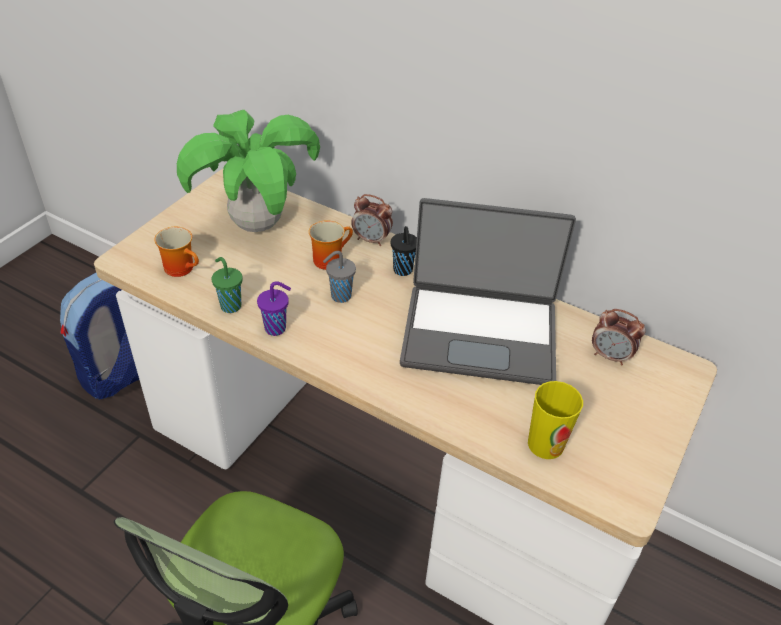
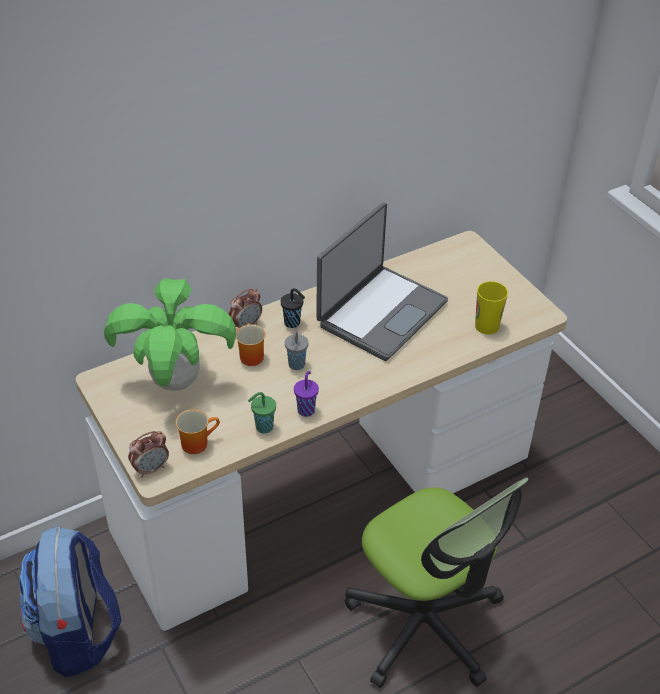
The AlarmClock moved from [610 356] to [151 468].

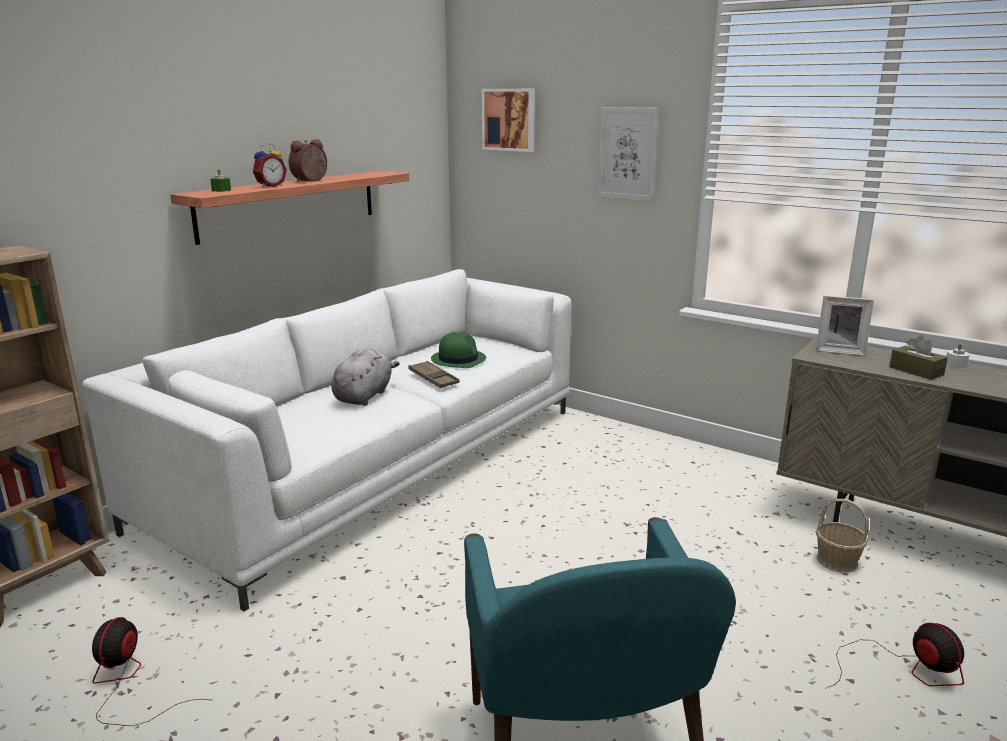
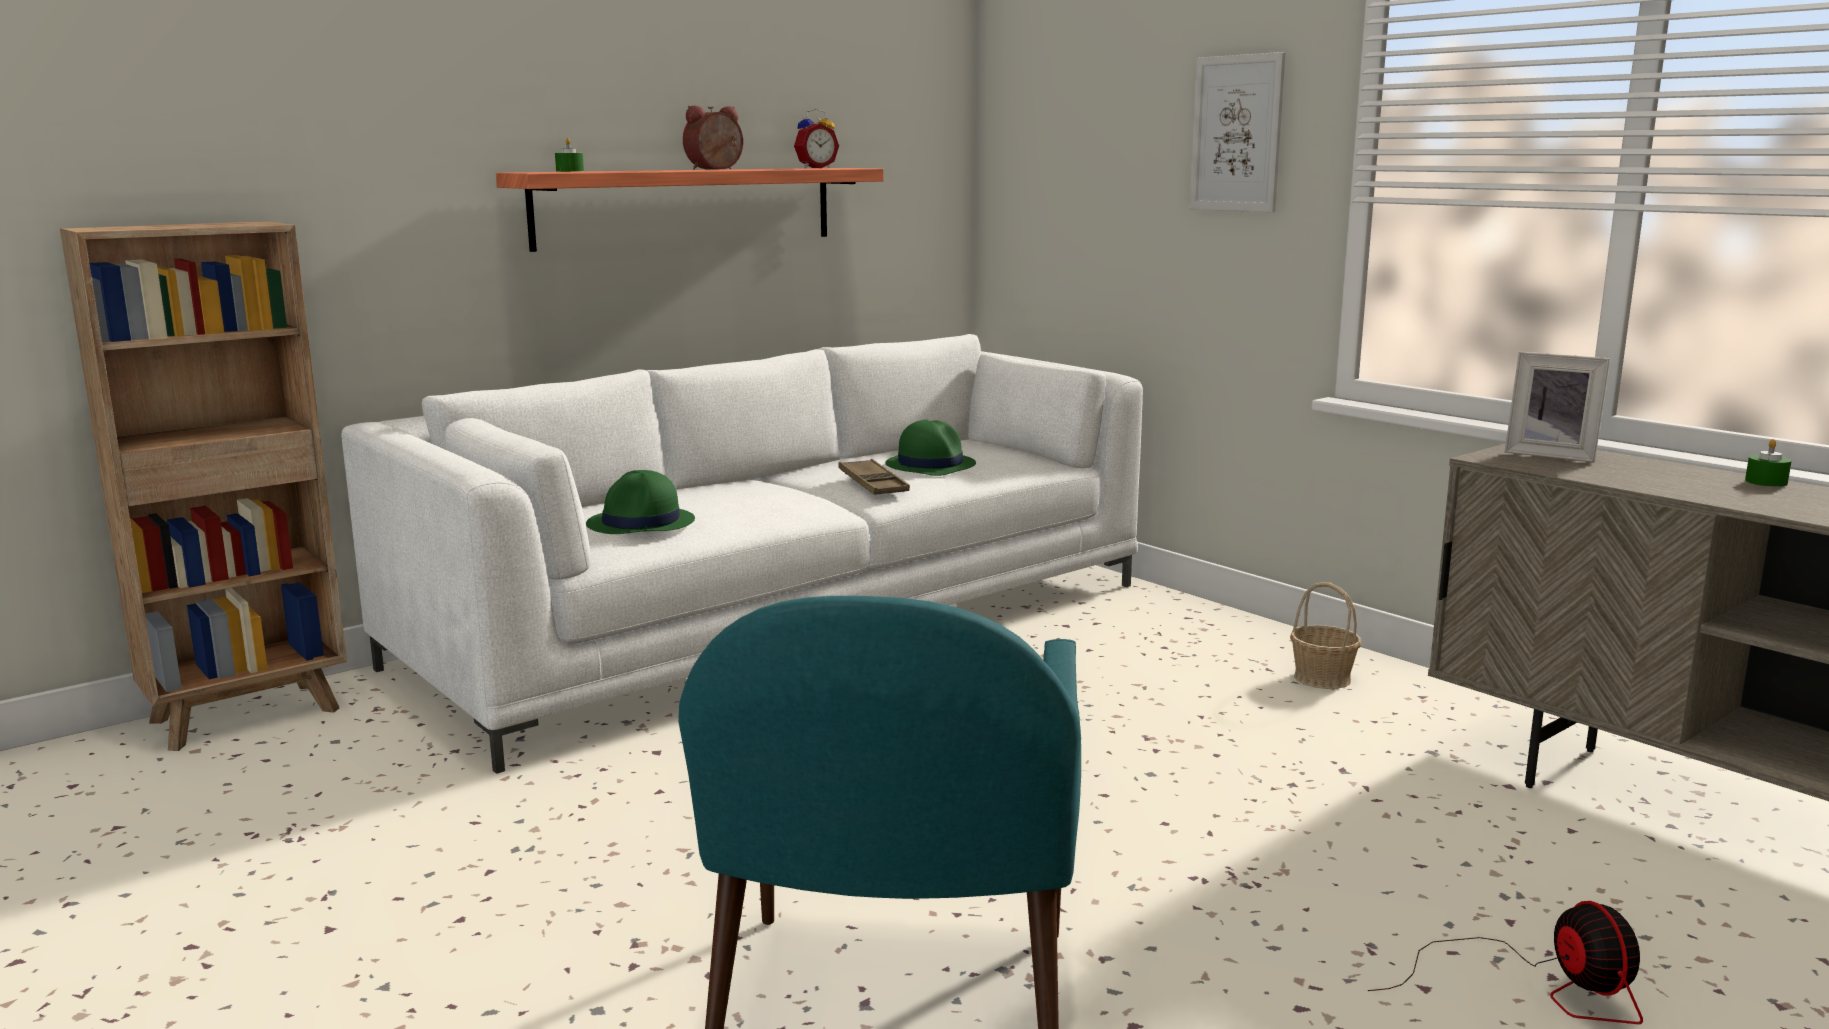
The Fan at [128 683] disappeared.
The GreyPlushToy at [364 396] disappeared.
The Picture at [509 119] disappeared.
The BrownTissueBox at [916 371] disappeared.
The GreenHat at [641 524] appeared.
The AlarmClock moved from [269 186] to [815 168].
The Basket moved from [836 561] to [1322 678].
The WhiteCandle at [955 365] became the GreenCandle at [1766 482].

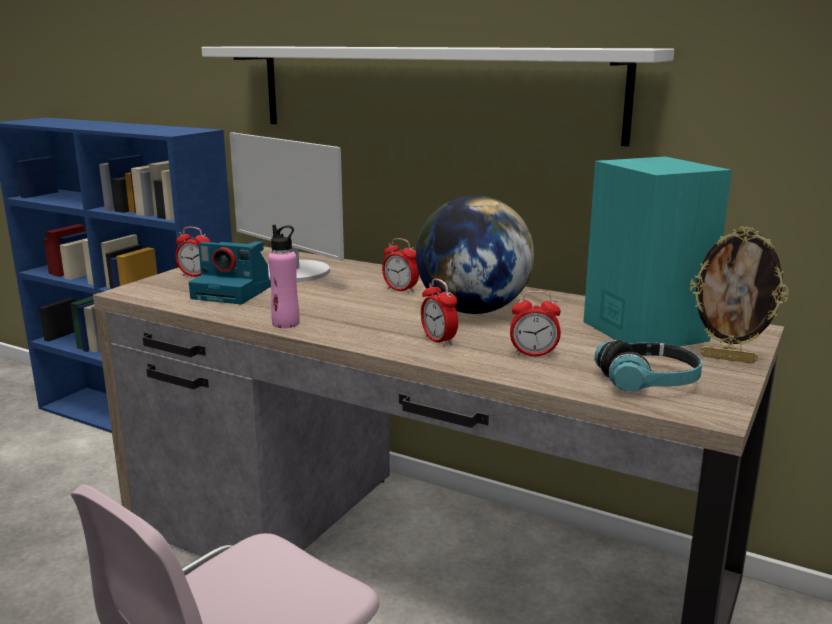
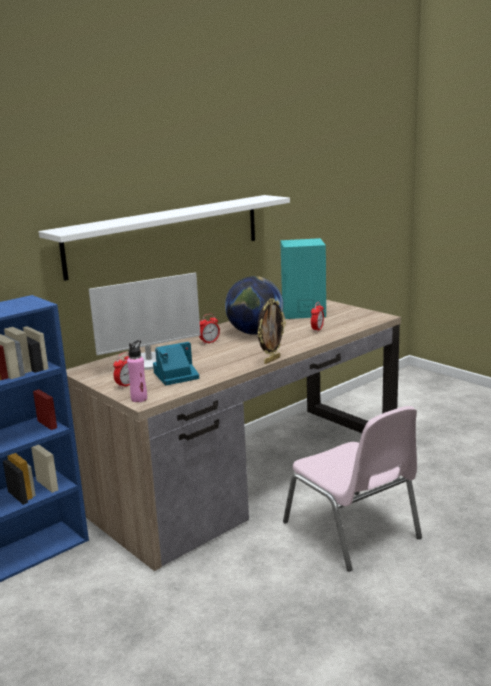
The AlarmClock at [438 340] disappeared.
The Headphones at [648 382] disappeared.
The PinkBottle moved from [286 323] to [139 399].
The PictureFrame moved from [728 358] to [271 360].
The PhotoCamera at [234 292] turned 150 degrees counterclockwise.

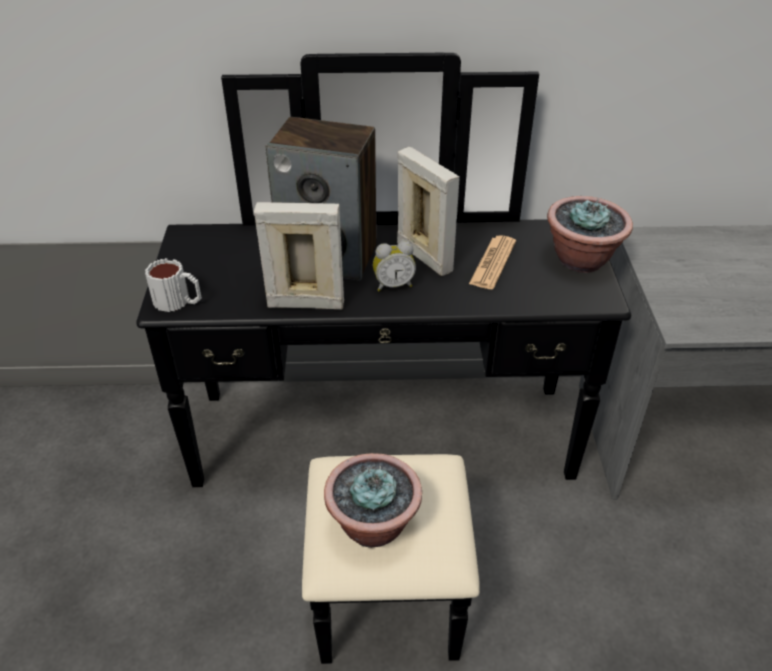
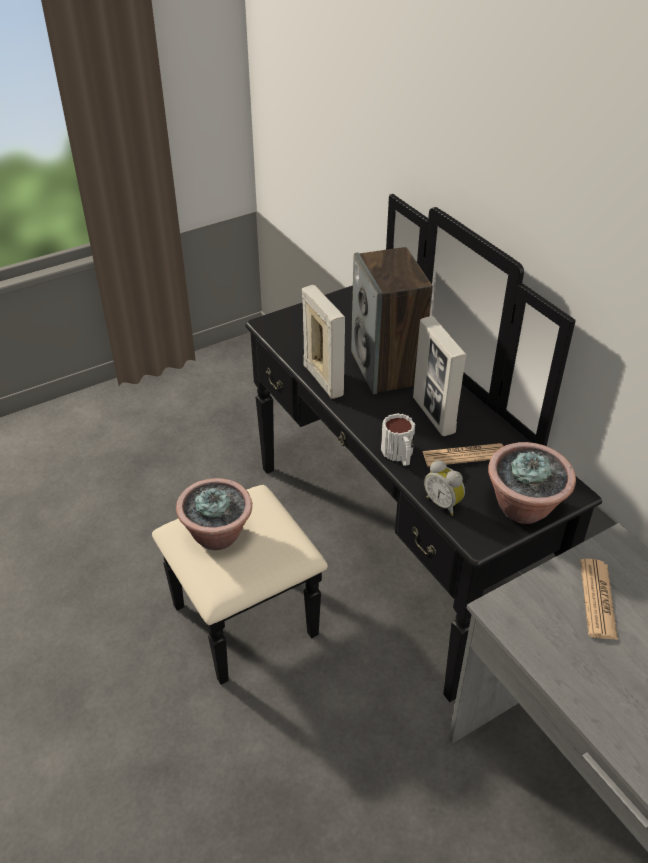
The Newspaper at [597 599] appeared.
The Mug moved from [178 301] to [399 455].
The AlarmClock moved from [393 285] to [443 503].
The PictureFrame at [424 257] turned 135 degrees clockwise.

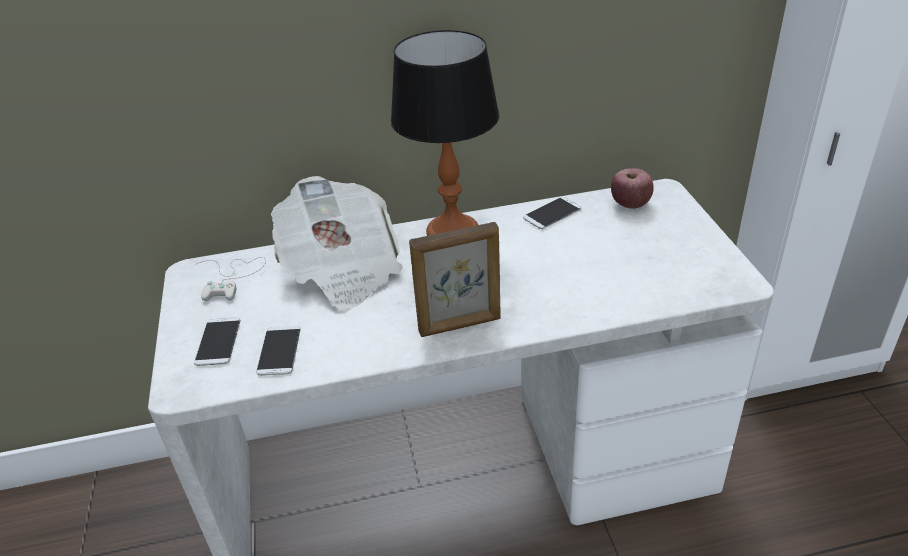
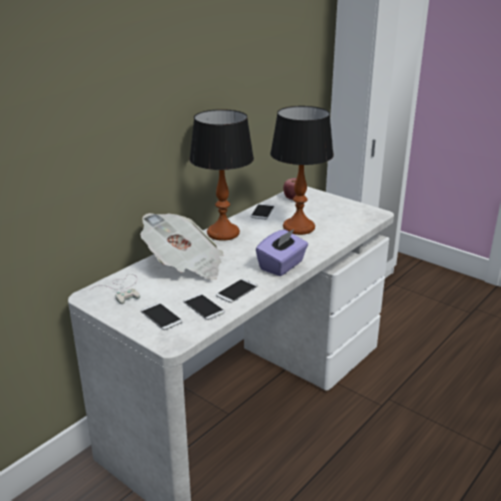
The Phone at [237 291] appeared.
The TableLamp at [298 228] appeared.
The PictureFrame at [460 325] was replaced by the PurpleTissueBox at [282 265].

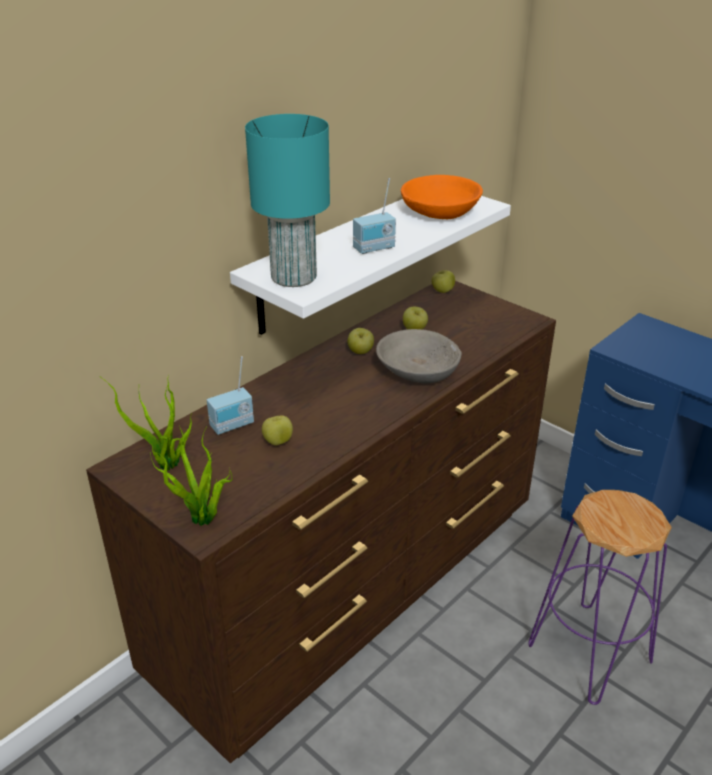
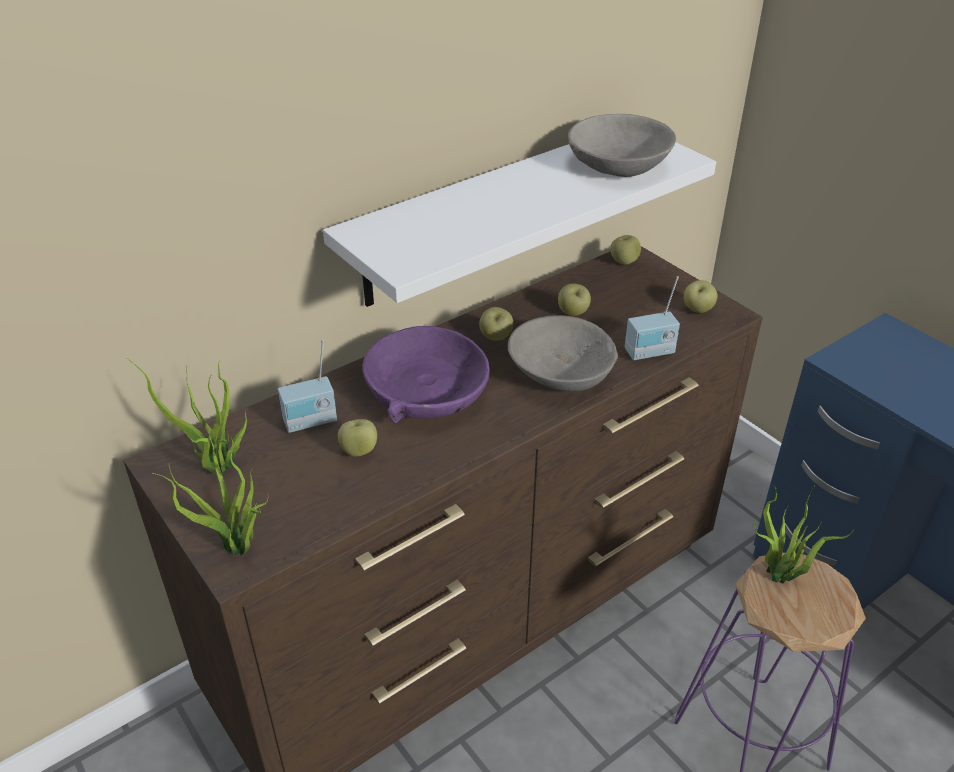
The TurquoiseTableLamp at [294 277] disappeared.
The PurpleBowl at [427 390] appeared.
The Apple at [697 310] appeared.
The PottedPlant at [781 577] appeared.
The Radio moved from [374 249] to [650 353].
The OrangeBowl at [440 212] became the GreyBowl at [618 165].

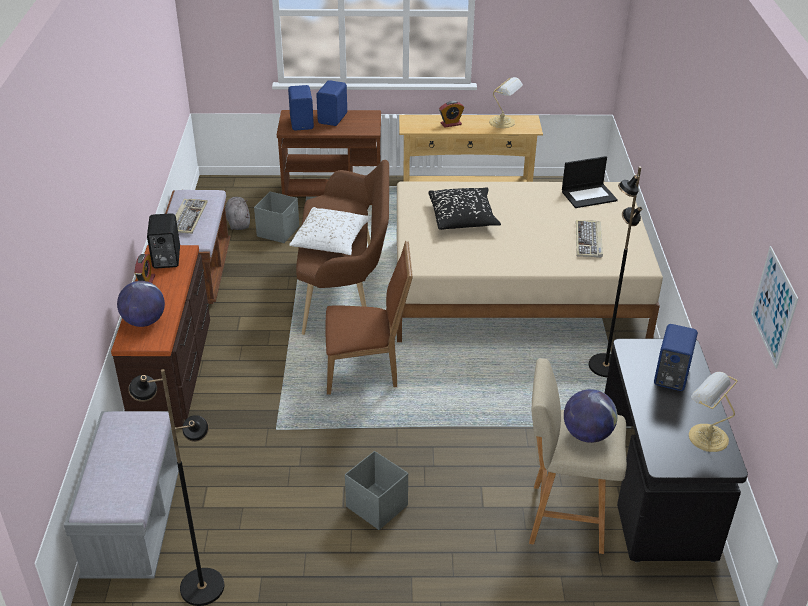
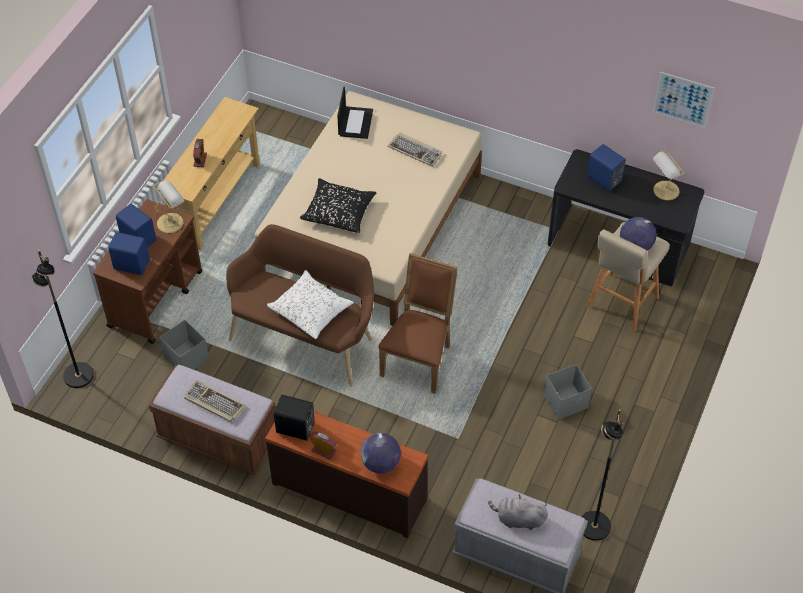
The GreyPlushToy moved from [238 222] to [518 519].
The TableLamp moved from [503 122] to [171 222].
The BlackFloorLamp moved from [604 366] to [78 376].

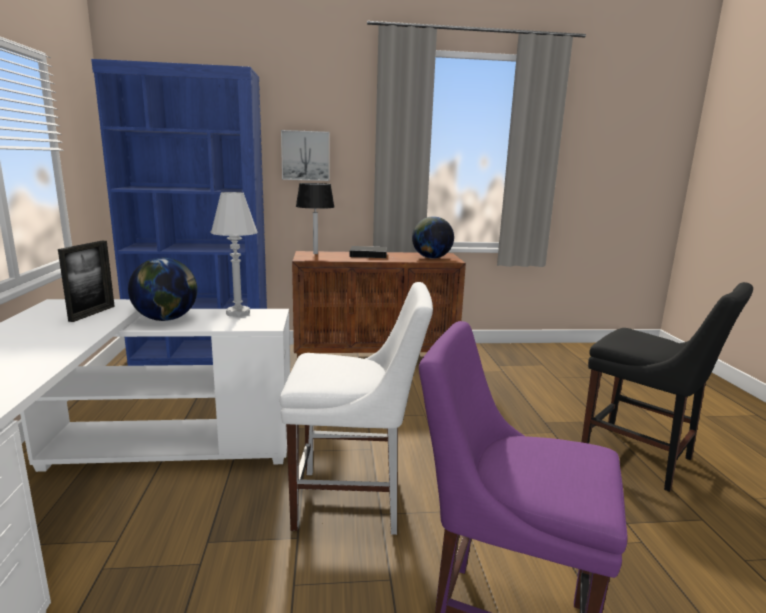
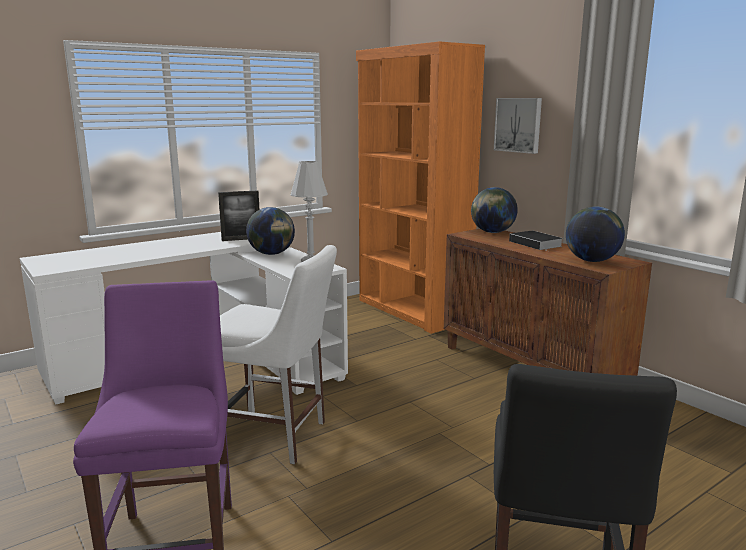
The BlackTableLamp at [315 253] was replaced by the Globe at [492 232].
The BlueBookcase at [202 355] became the OrangeBookcase at [412 311].
The WhiteChair at [355 501] turned 45 degrees counterclockwise.

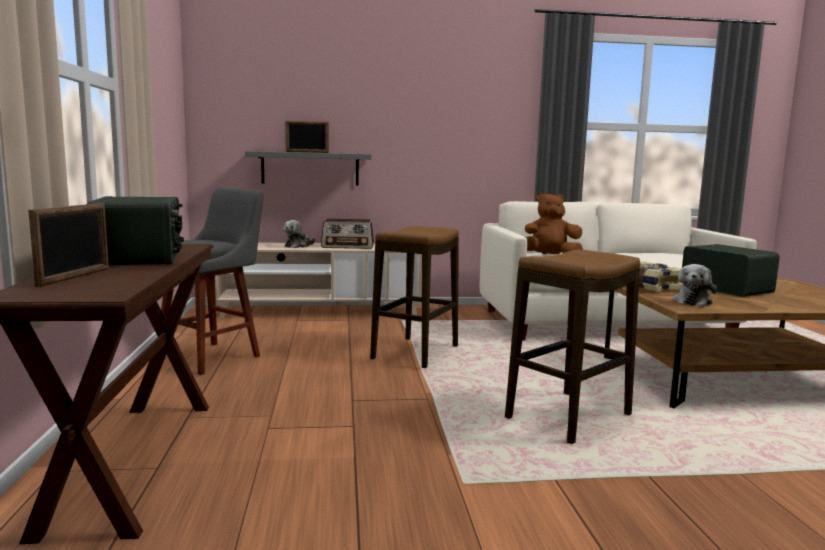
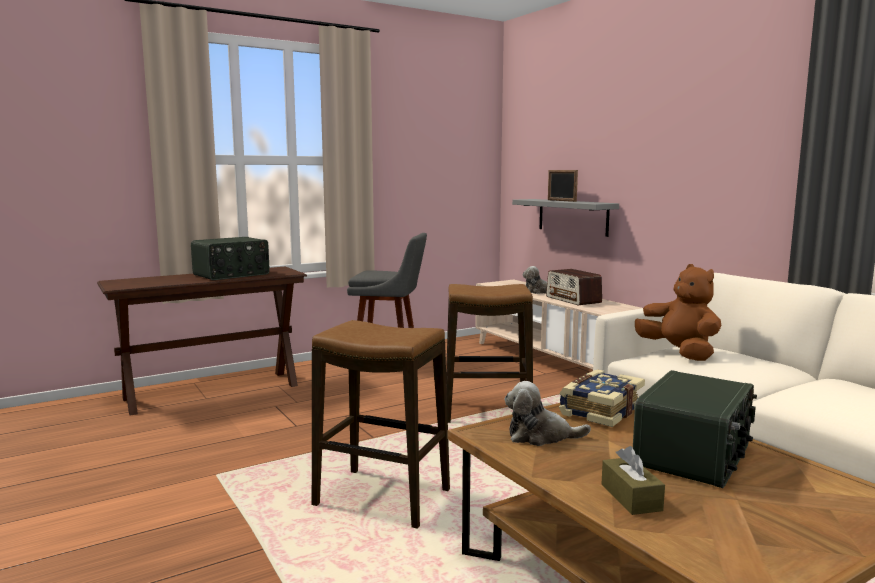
The PictureFrame at [75 277] disappeared.
The BrownTissueBox at [631 497] appeared.

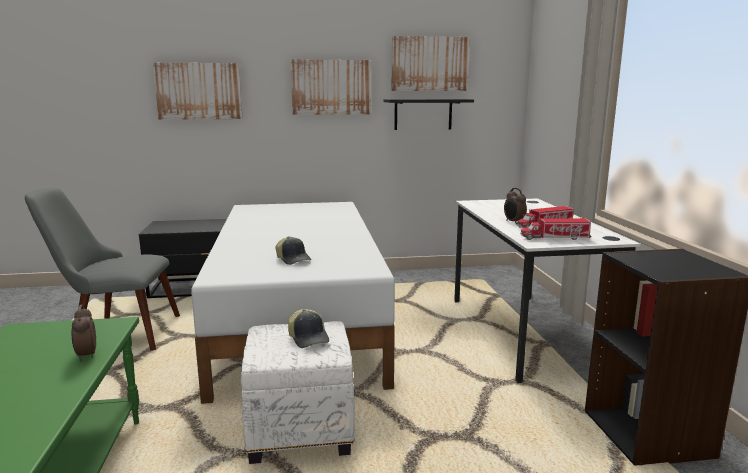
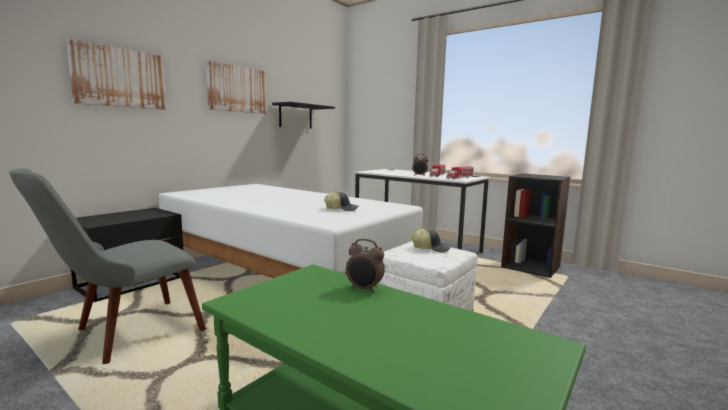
The Picture at [430 64] disappeared.

